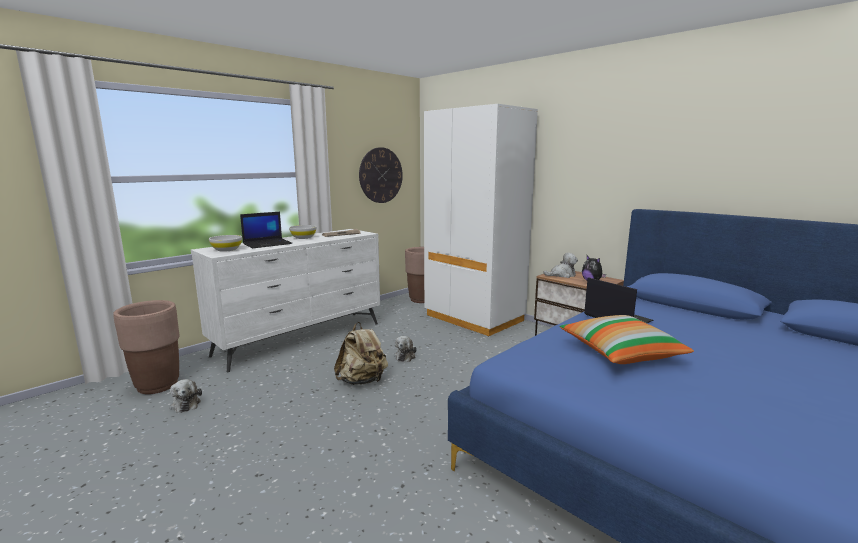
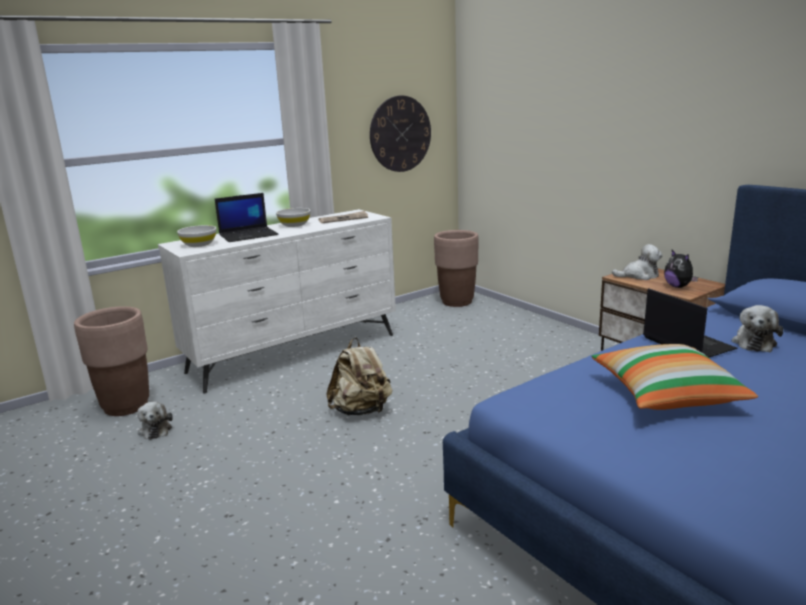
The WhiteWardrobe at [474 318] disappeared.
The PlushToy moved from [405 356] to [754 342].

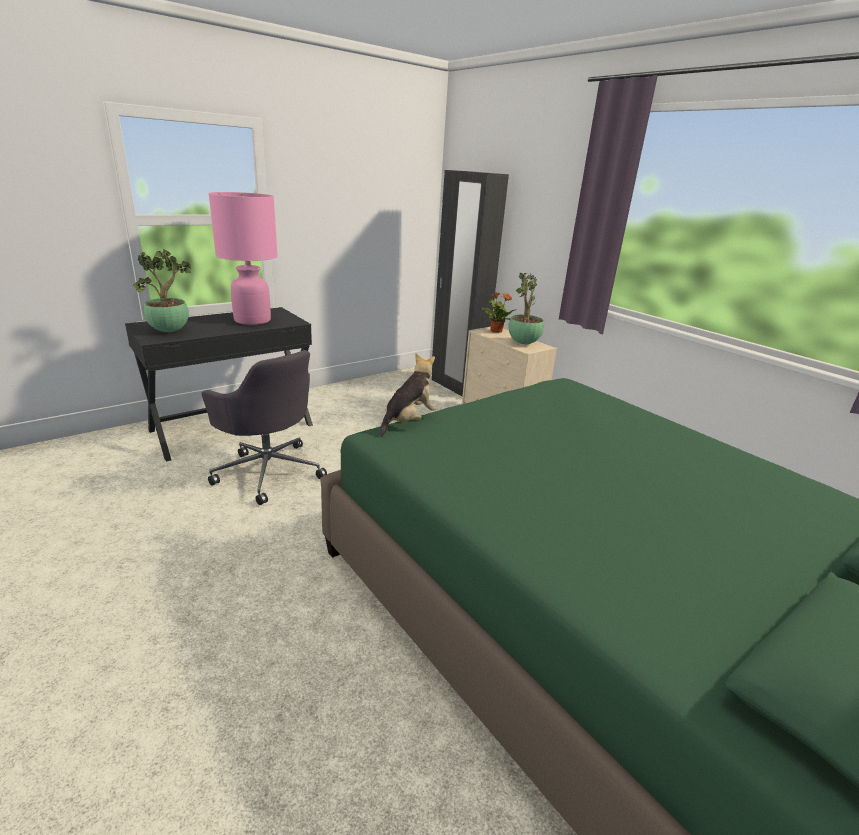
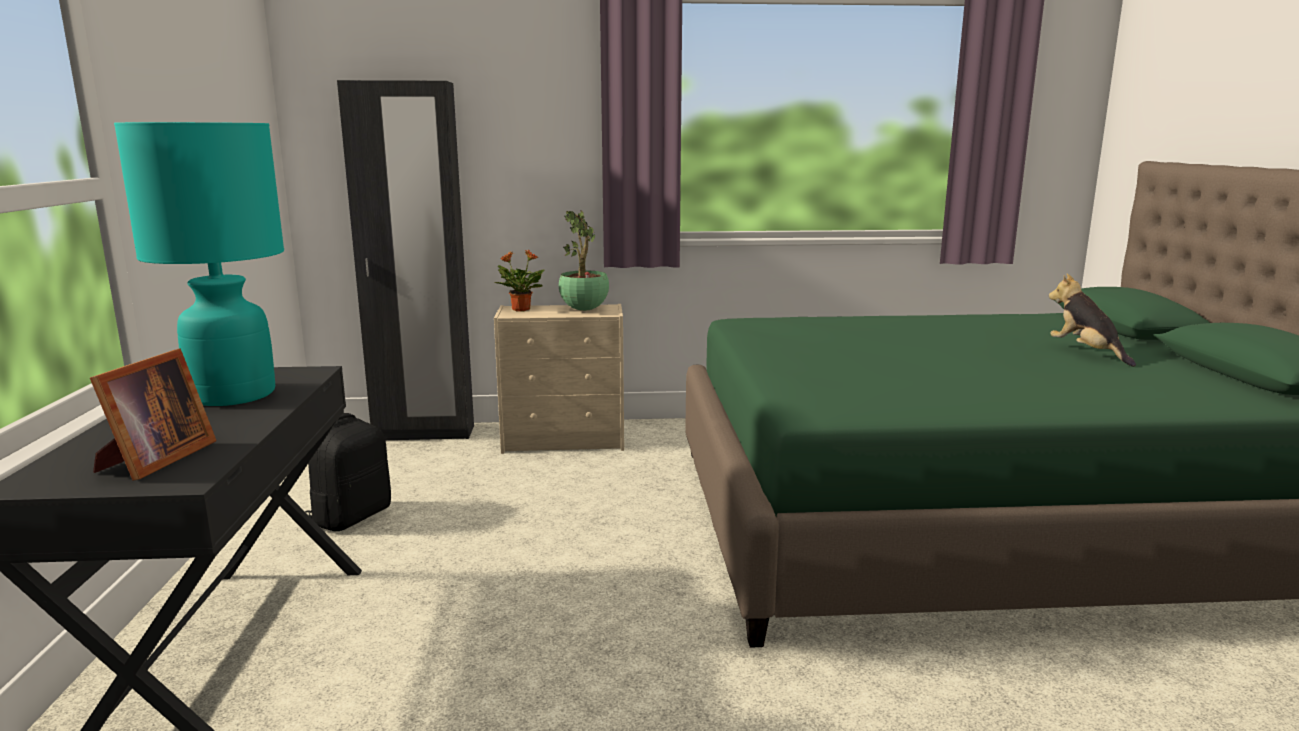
The GreyOfficeChair at [268 471] disappeared.
The BlackBackpack at [350 516] appeared.
The PlushToy moved from [408 421] to [1086 353].
The PottedPlant at [170 331] was replaced by the PictureFrame at [154 460].
The PinkTableLamp at [252 320] became the TurquoiseTableLamp at [233 395].

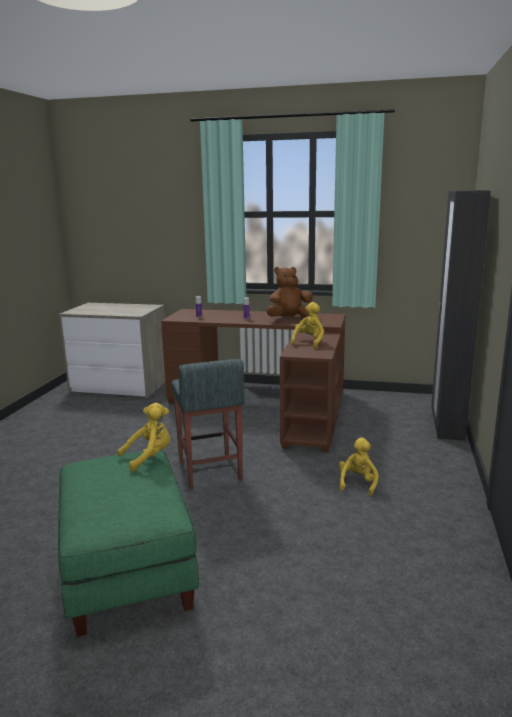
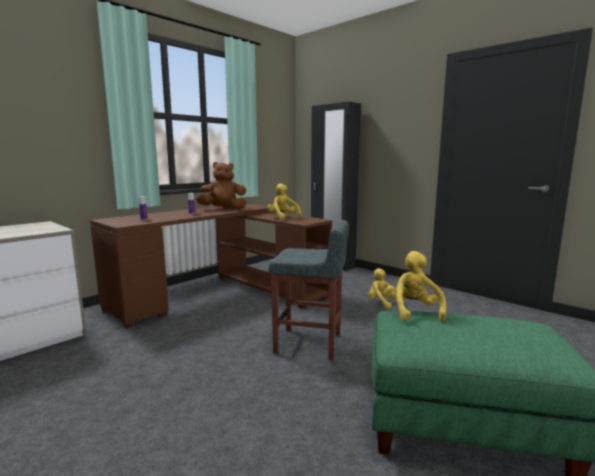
The BrownPlushToy at [289 318] turned 75 degrees clockwise.

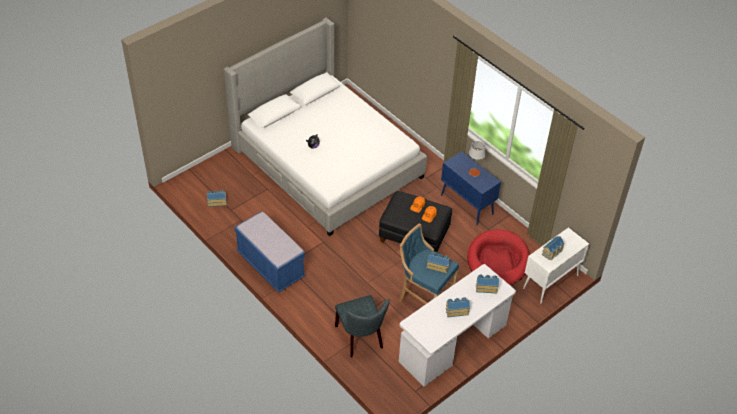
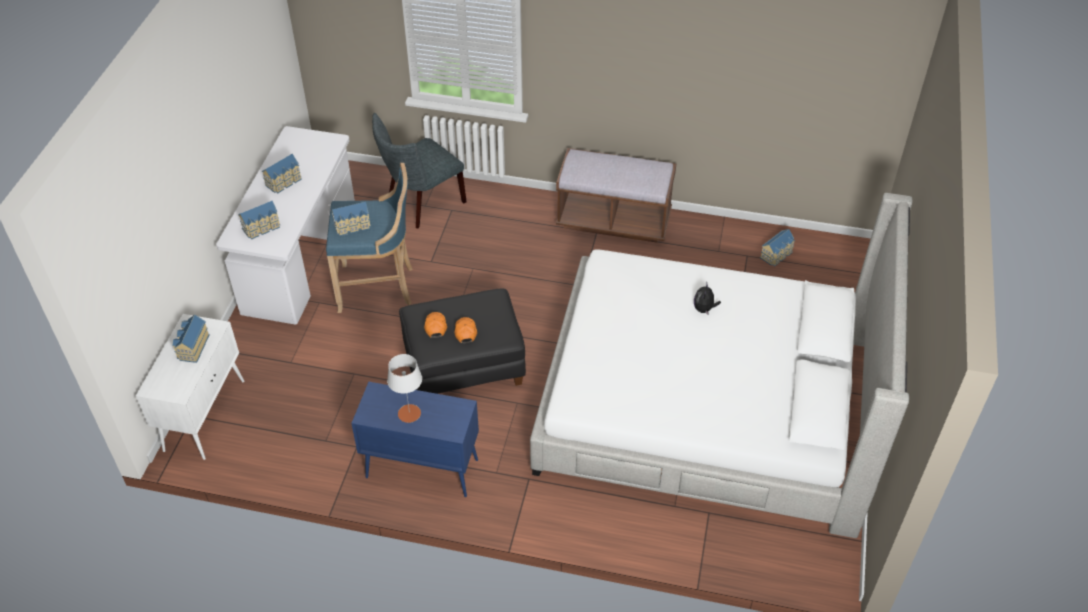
The RedDogBed at [498 261] disappeared.
The BlueBench at [270 266] became the BrownBench at [614 220].
The GreyChair at [361 339] turned 75 degrees counterclockwise.

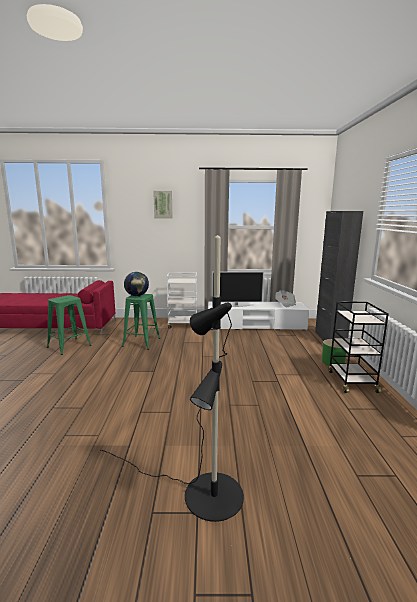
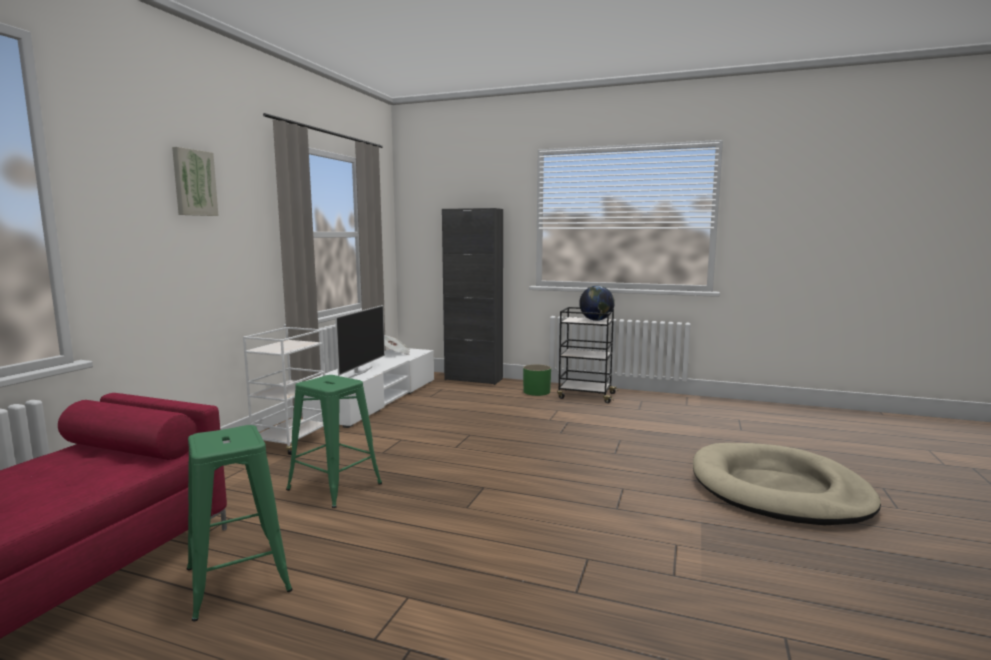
The Globe moved from [137 296] to [596 320].
The BlackFloorLamp at [201 491] was replaced by the BeigeDogBed at [778 490].

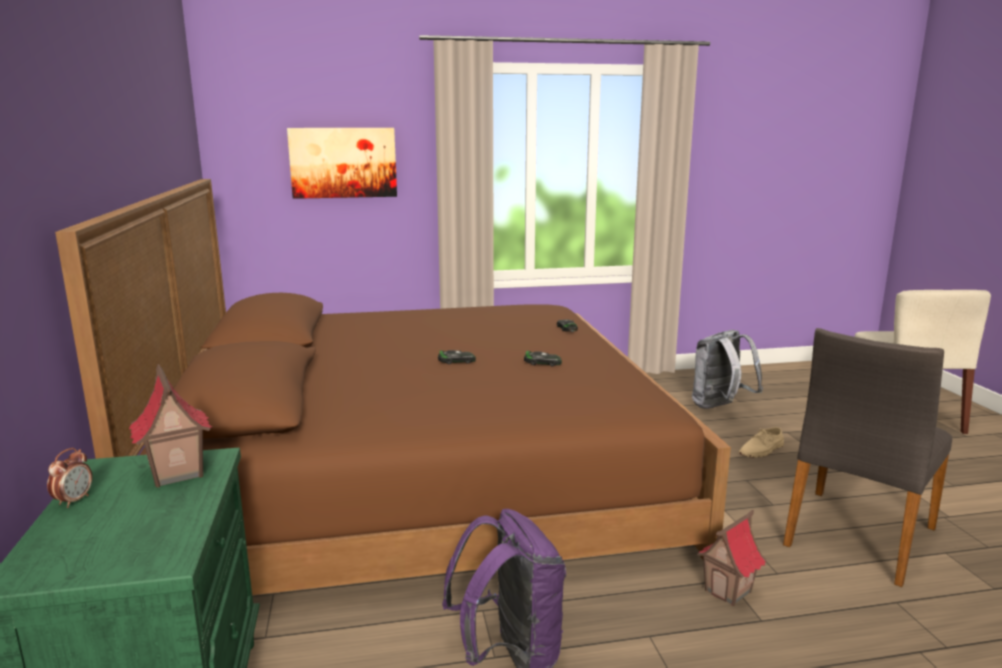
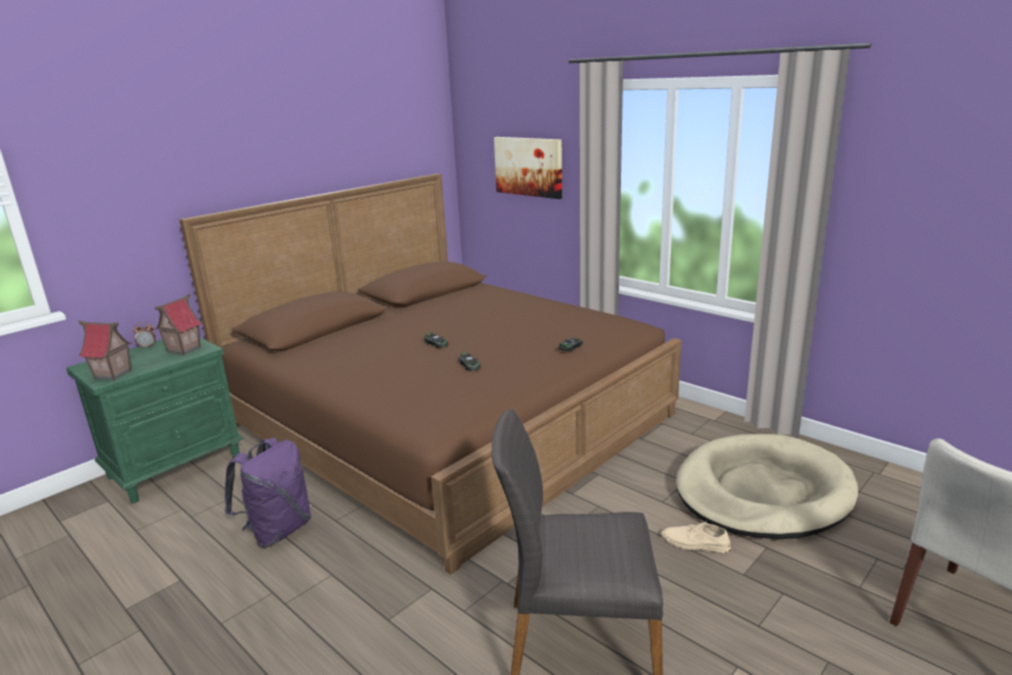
The ToyHouse moved from [728 591] to [112 375].
The GreyBackpack at [720 407] was replaced by the BeigeDogBed at [762 492].

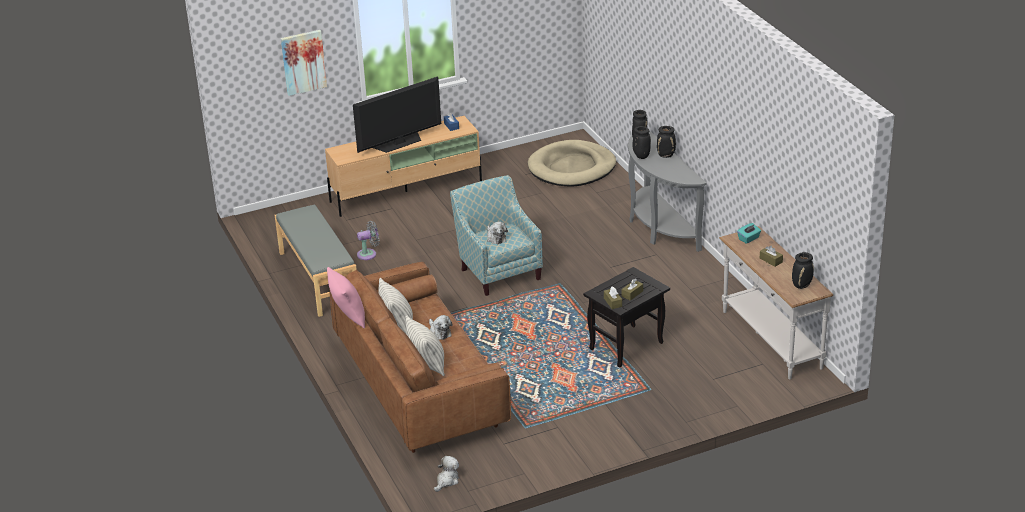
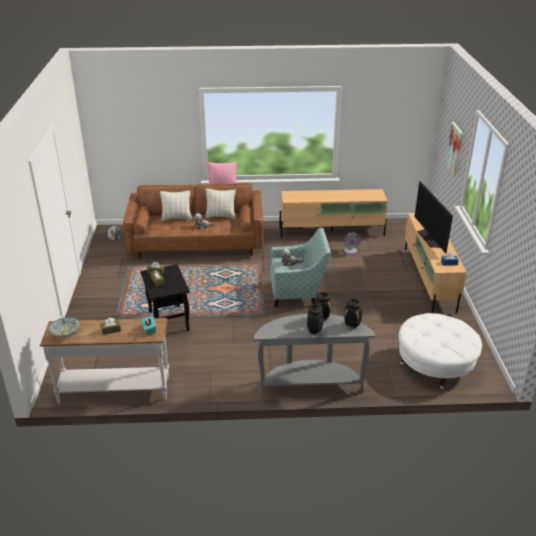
The GreyBench at [318 279] was replaced by the BeigeTvStand at [332 231].
The BeigeDogBed at [572 168] was replaced by the WhiteOttoman at [435 364].
The BlackVase at [802 285] was replaced by the Bowl at [66 333].

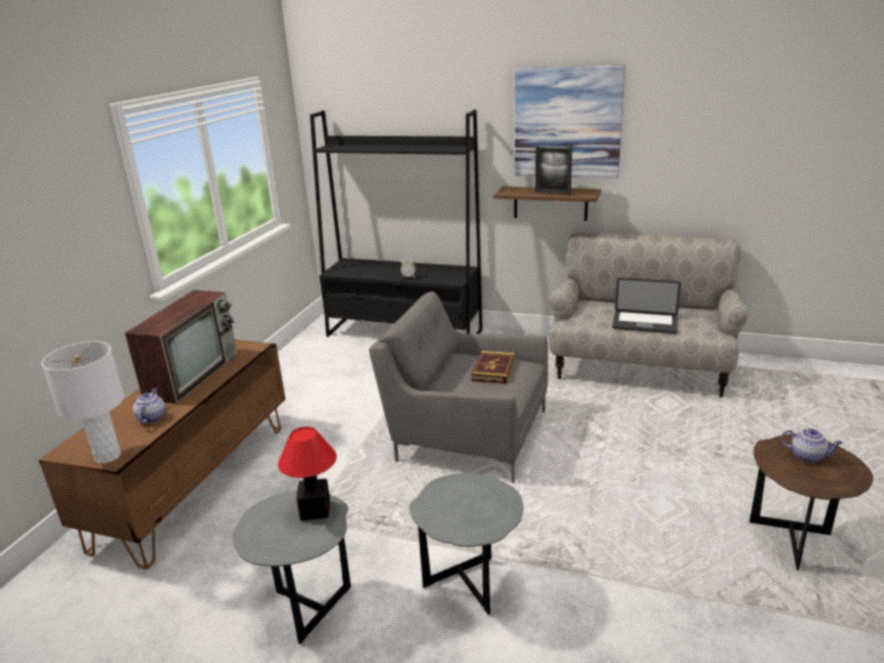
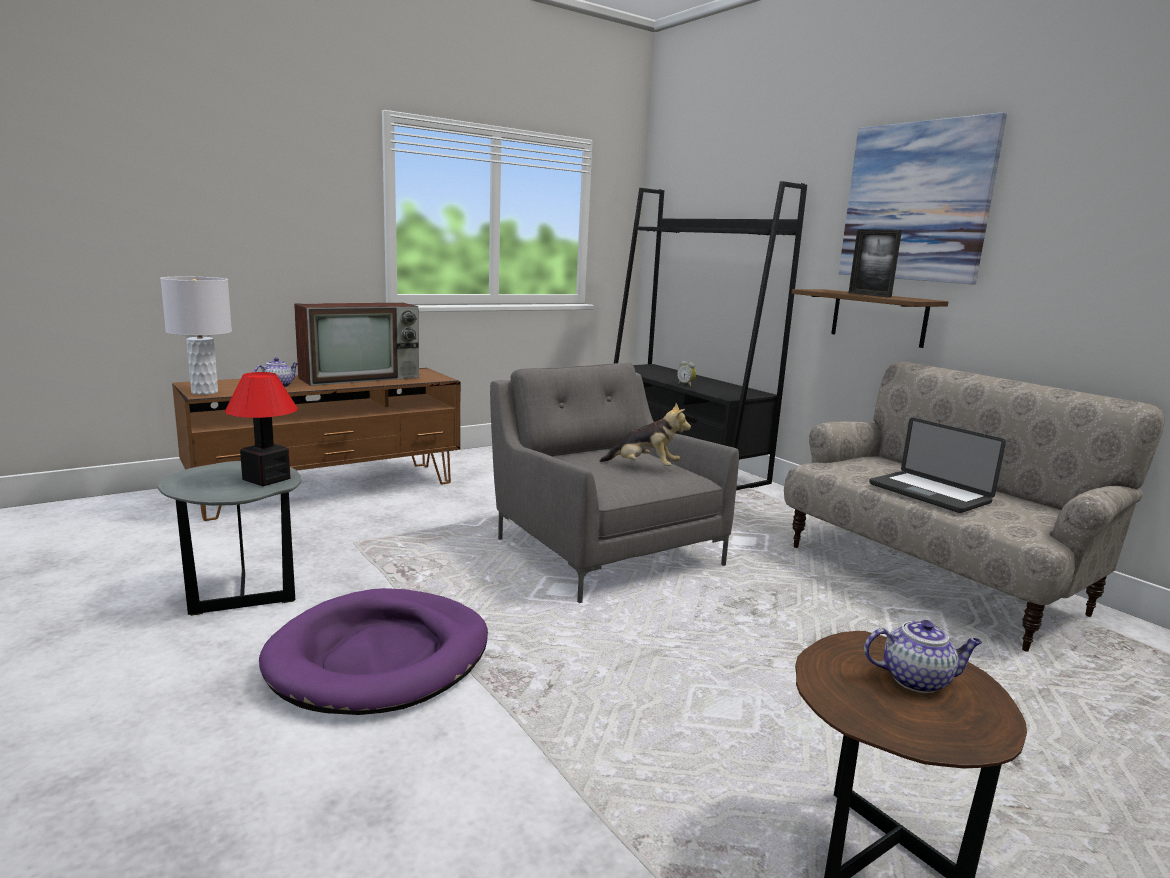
The GreySideTable at [470 587] was replaced by the PurpleDogBed at [380 657].
The Book at [493 370] was replaced by the PlushToy at [644 467].
The Teapot at [808 456] turned 60 degrees counterclockwise.

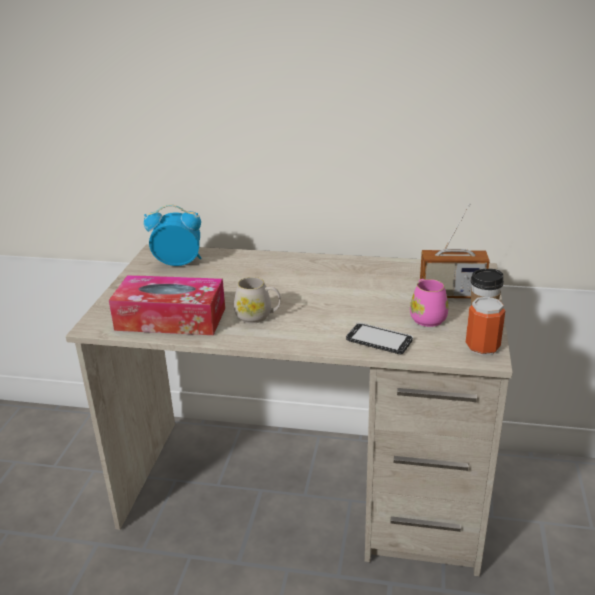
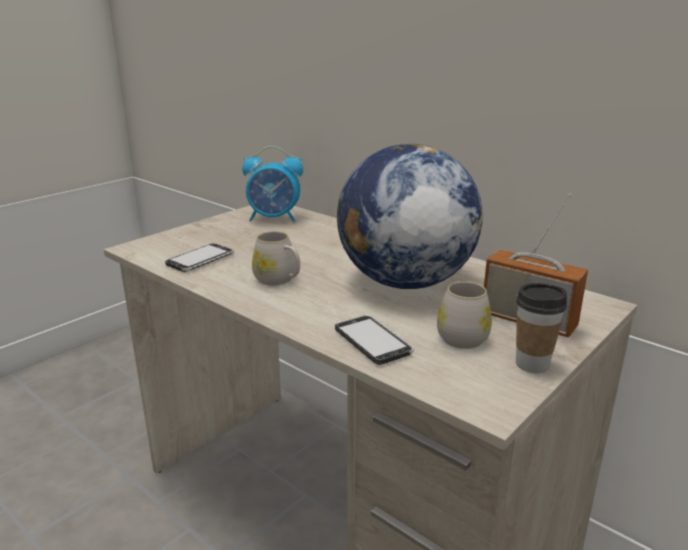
The Can at [482 347] disappeared.
The Globe at [404 282] appeared.
The TissueBox at [171 319] was replaced by the Phone at [200 260].
The PinkMug at [426 317] became the WhiteMug at [463 335].
The AlarmClock at [178 263] turned 150 degrees clockwise.

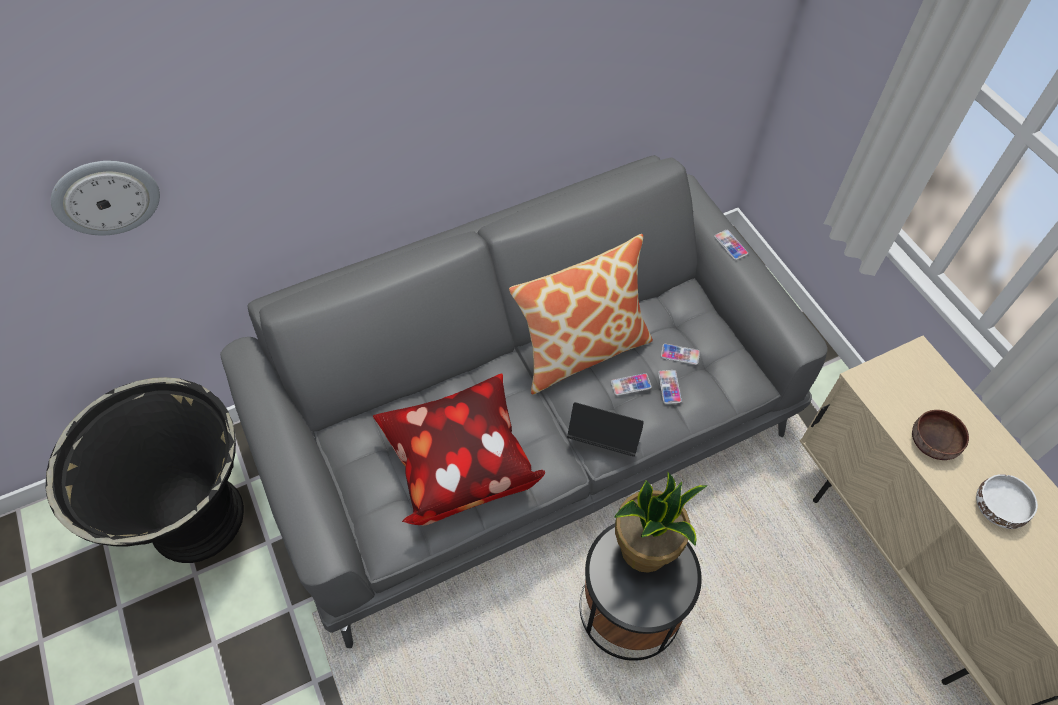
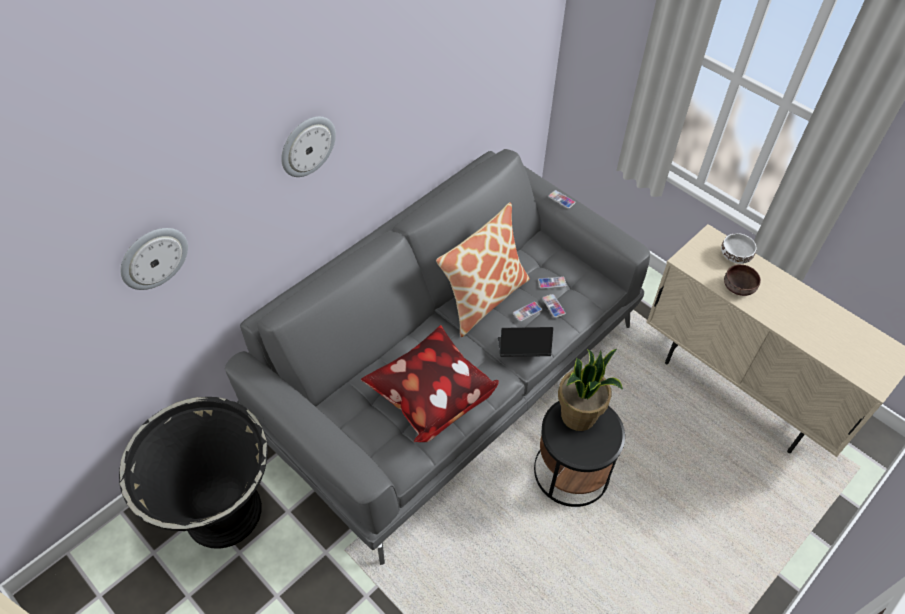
The WallClock at [307 146] appeared.
The WhiteBowl moved from [997 508] to [735 255].

